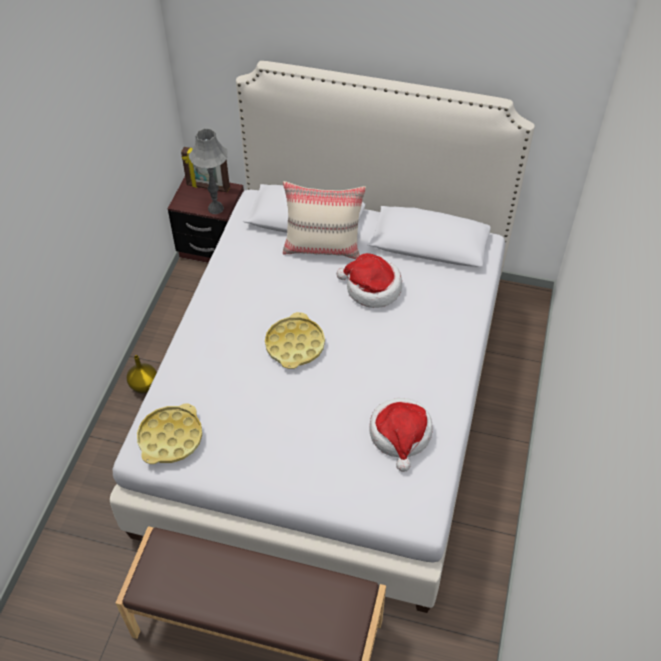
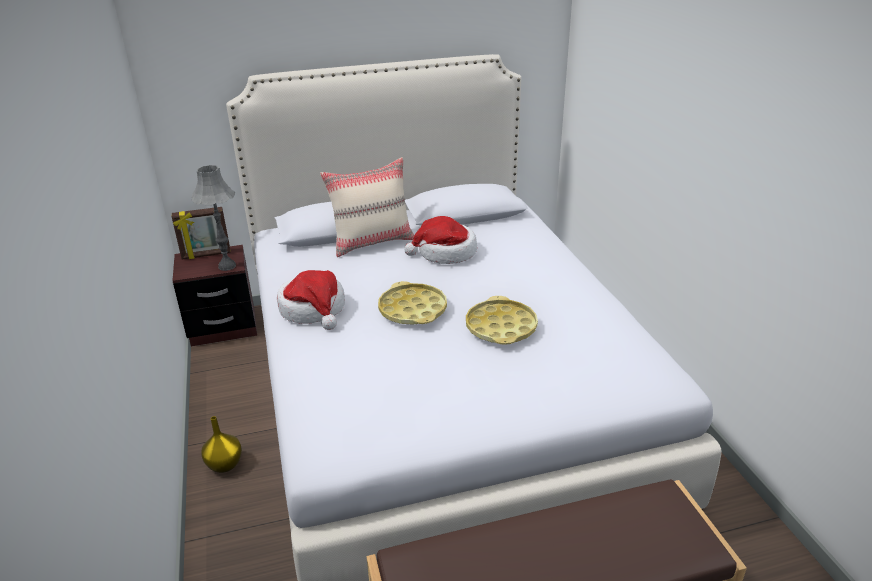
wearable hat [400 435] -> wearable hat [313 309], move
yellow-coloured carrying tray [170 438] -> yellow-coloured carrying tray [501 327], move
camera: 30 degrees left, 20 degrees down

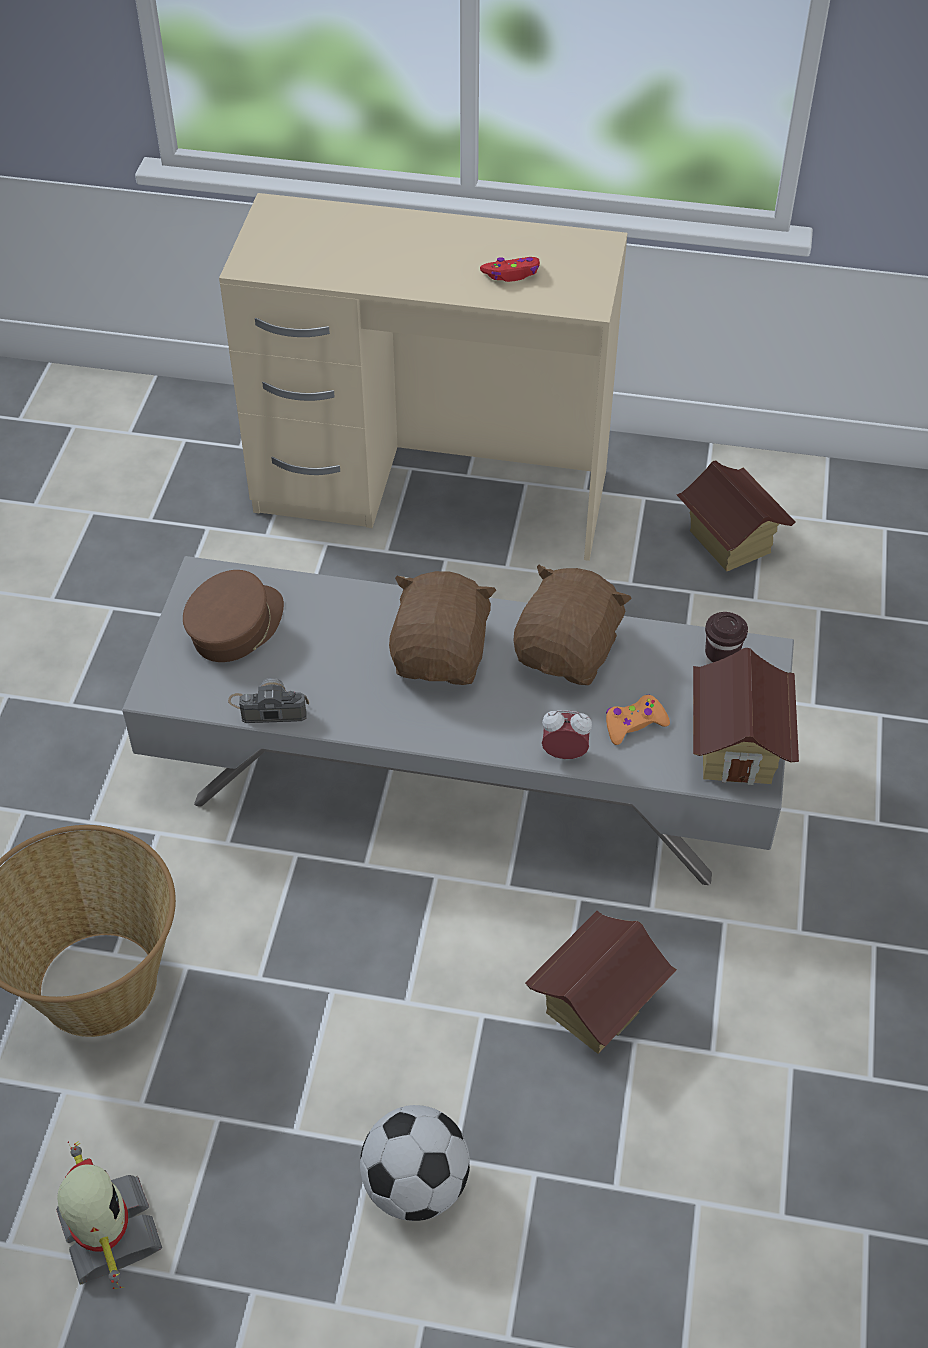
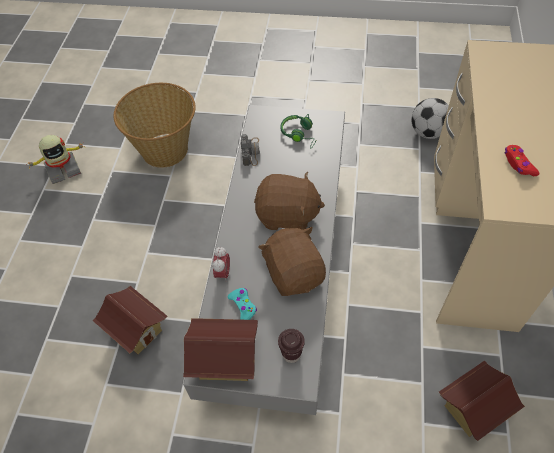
orangey gamepad [634 724] -> blue-green gamepad [243 306]
brown-coloured soft toy [568 652] -> brown-coloured soft toy [294 273], 135 degrees counterclockwise
brown-coloured peaked cap [236 627] -> green headphones [300 134]
football ball [416 1186] -> football ball [427 132], move
camera: 90 degrees right, 5 degrees up

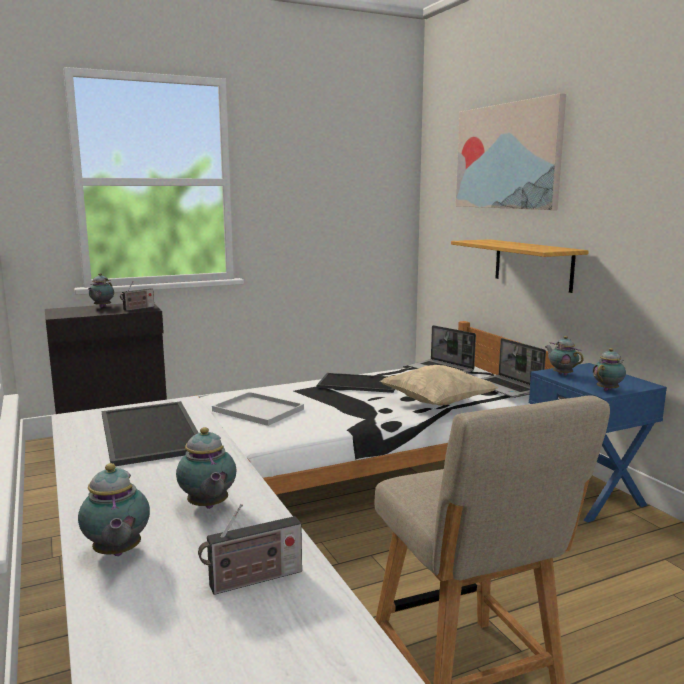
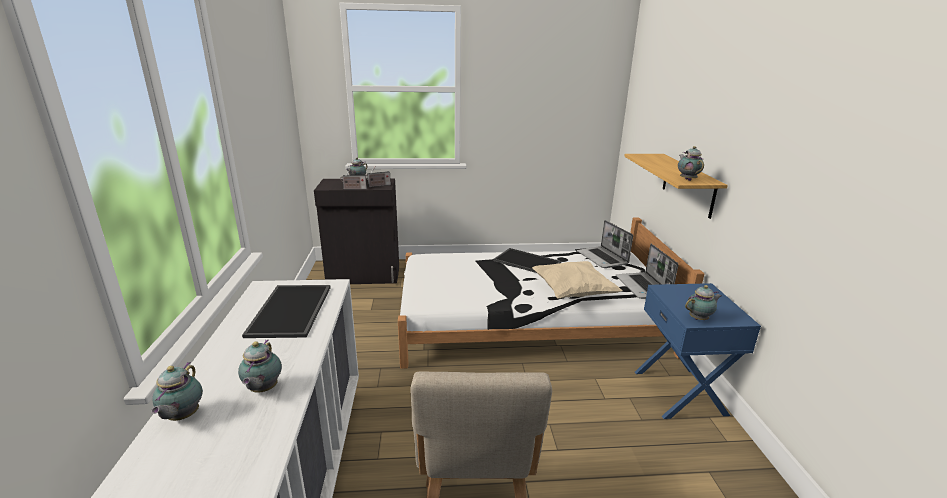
radio [252 580] -> radio [354 188], move
teapot [561 374] -> teapot [687 179], move
white carrying tray [260 410] -> none
picture [507 156] -> none
camera: 20 degrees right, 10 degrees up

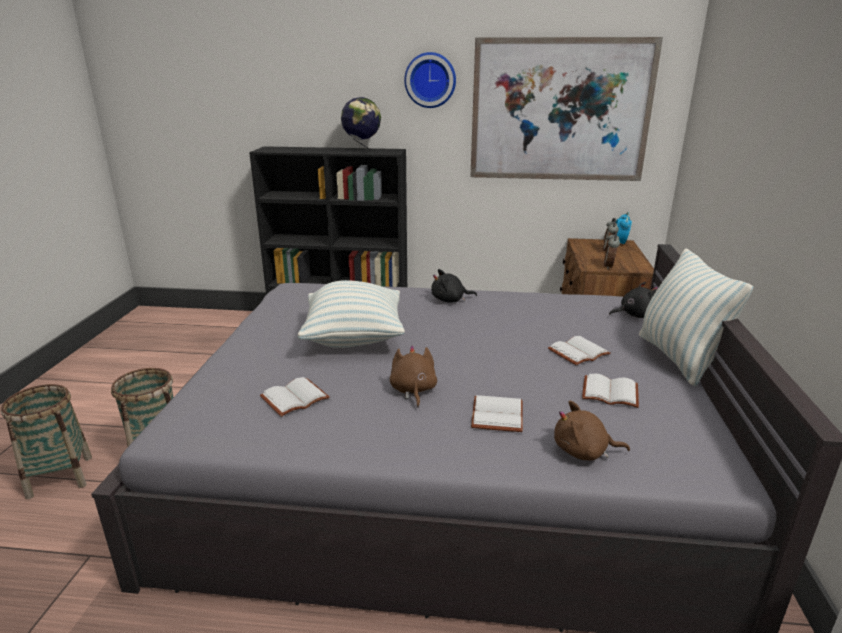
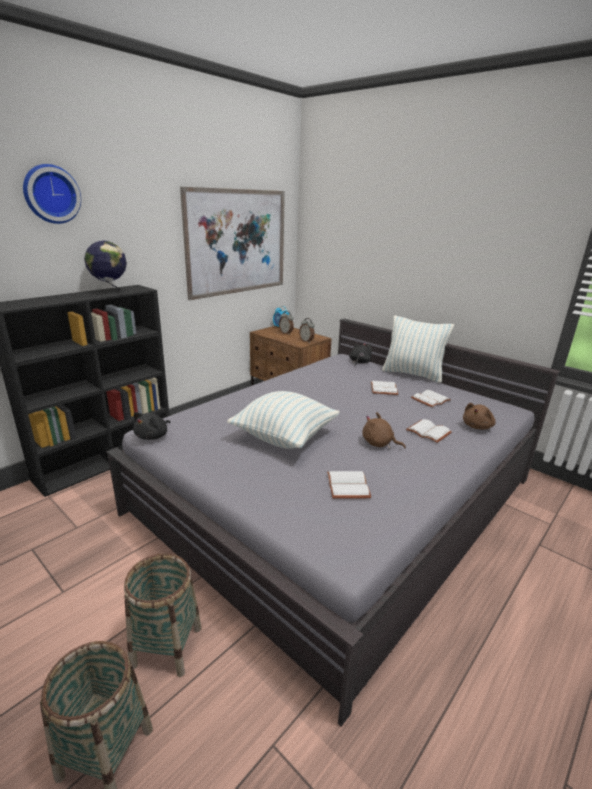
wall clock [430 80] -> wall clock [51 194], move
black soft toy [450 300] -> black soft toy [153 436], move
camera: 55 degrees left, 0 degrees up

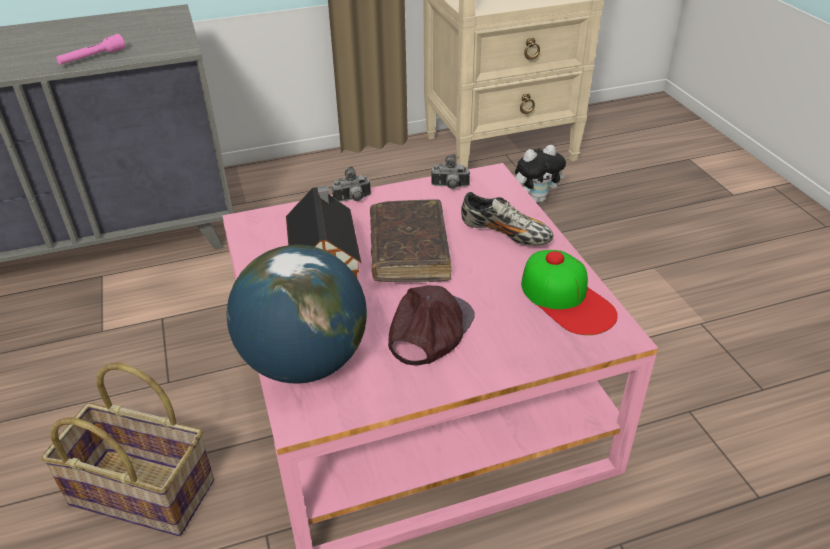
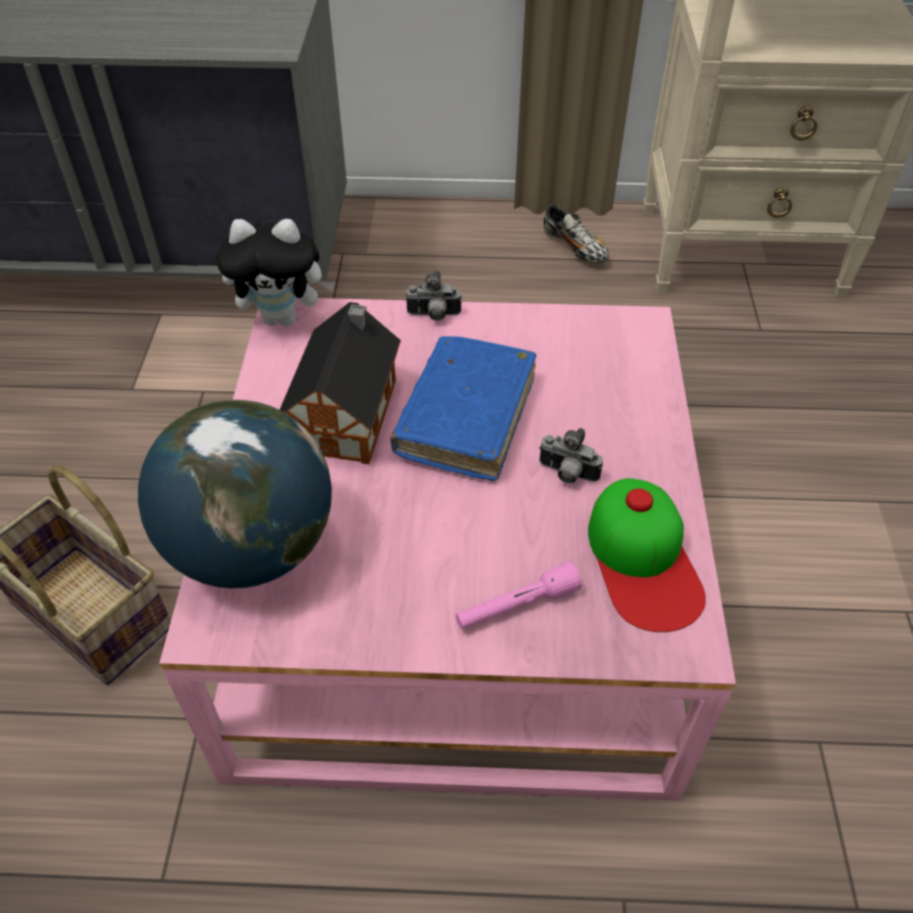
soft toy [536 199] -> soft toy [284 317], move
brown-coloured book [409 251] -> blue-coloured book [466 417]
pink-coloured hand torch [92 58] -> pink-coloured hand torch [516 606], move
still camera [450 187] -> still camera [566 474], move
low shoe [505 234] -> low shoe [575 248], move
brown-coloured peaked cap [429 330] -> none
camera: 20 degrees right, 10 degrees up

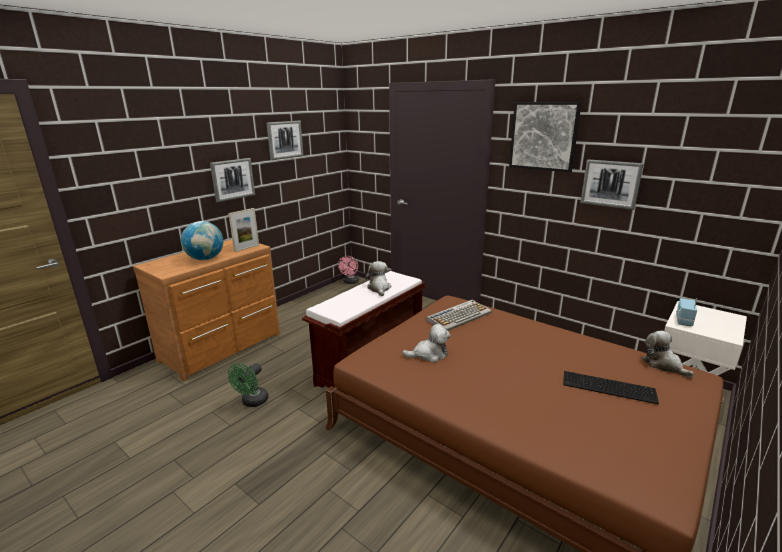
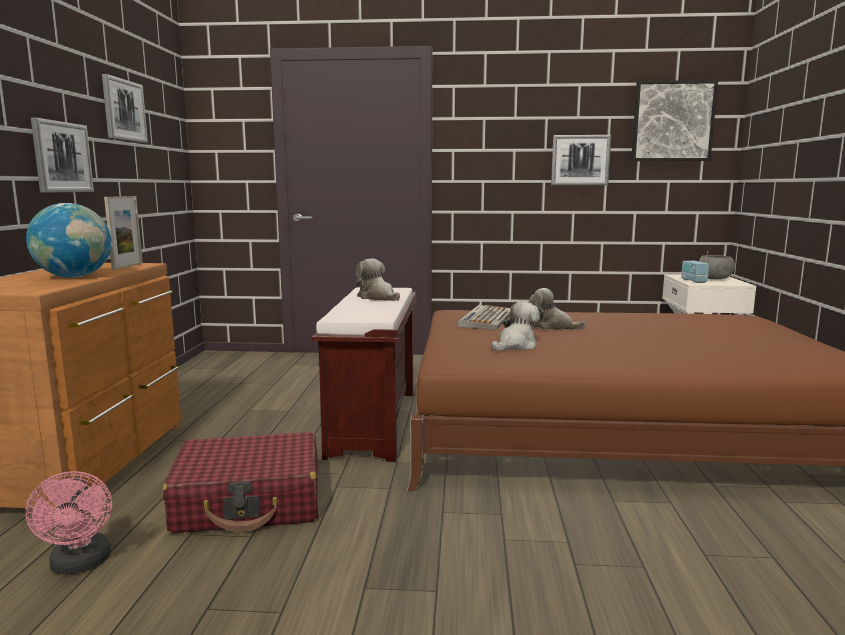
pink-coloured fan [350 282] -> pink-coloured fan [80 565], move
green fan [252 402] -> reddish piece of luggage [249 502]
soft toy [663 365] -> soft toy [552 327], move
picture [543 136] -> picture [672 121], move
none -> gray deep dish [714 279]
PC keyboard [609 388] -> none
camera: 35 degrees left, 10 degrees down

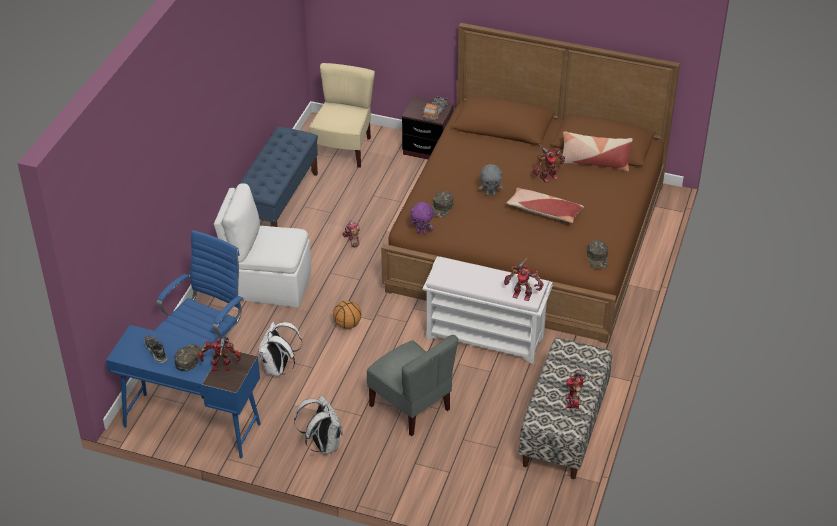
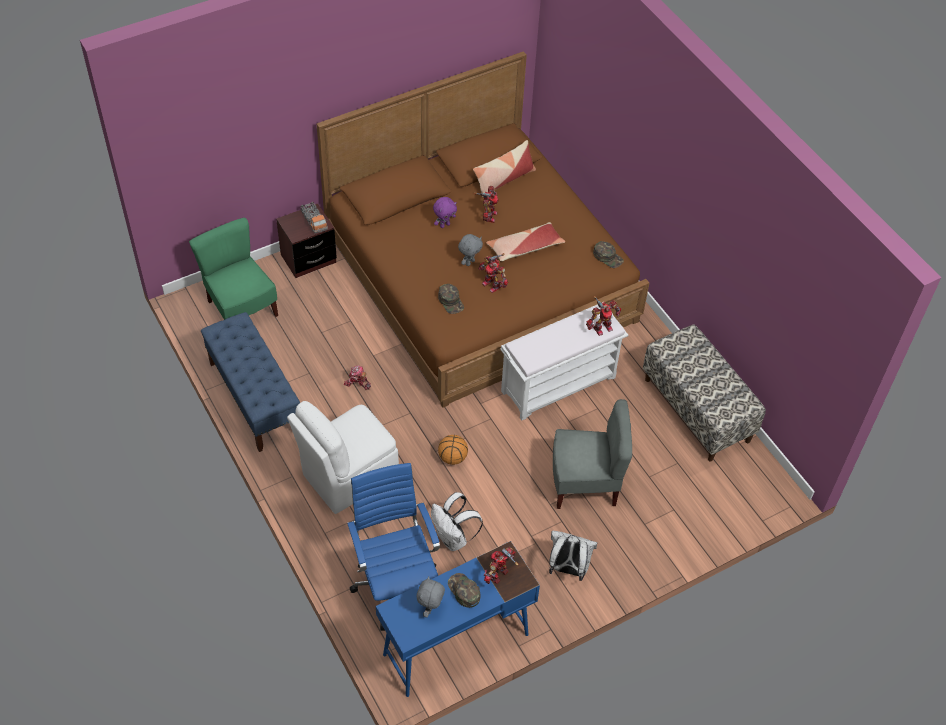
beige-coloured upright chair [343 149] -> green upright chair [241 309]
low shoe [156 351] -> gray soft toy [430 608]
purple soft toy [422 232] -> purple soft toy [444 225], move
toy robot [574 402] -> toy robot [492 284], move
camera: 50 degrees left, 10 degrees up

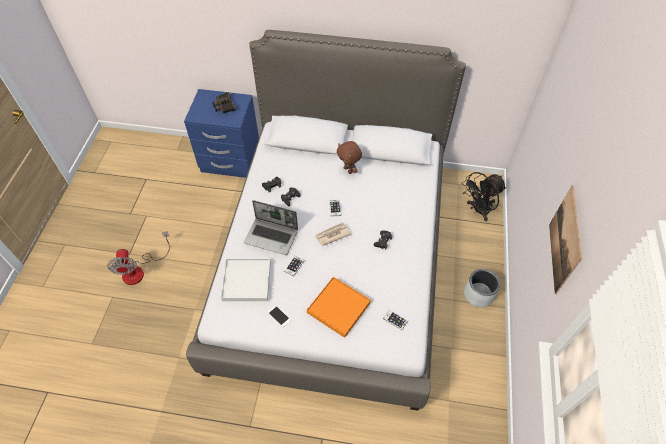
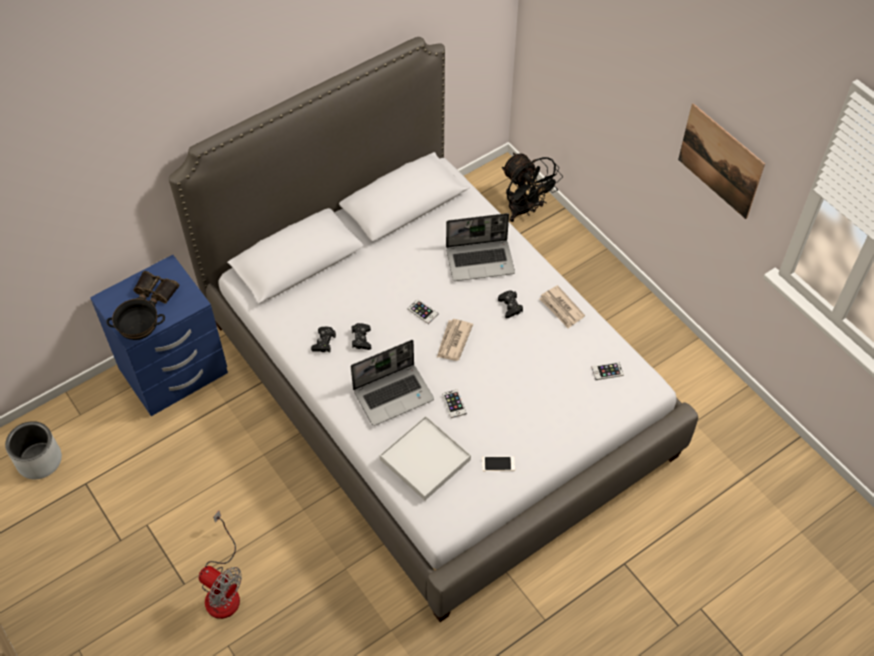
gray plant pot [478 294] -> gray plant pot [39 460], move
none -> black deep dish [140 331]
none -> laptop [481 260]
black fan [478 210] -> black fan [524 210], 45 degrees counterclockwise
none -> daily paper [561 308]
orangey carrying tray [338 308] -> none
brown-coloured soft toy [348 170] -> none
camera: 45 degrees left, 0 degrees up

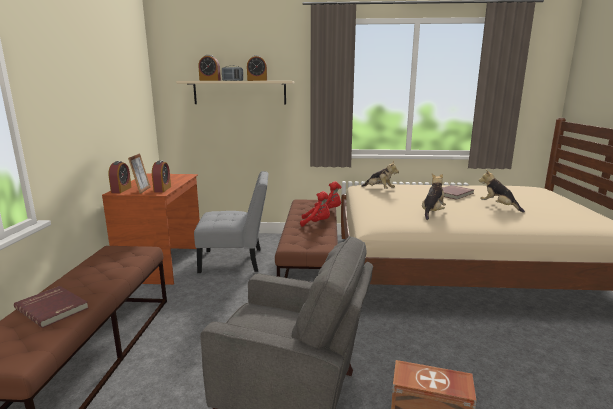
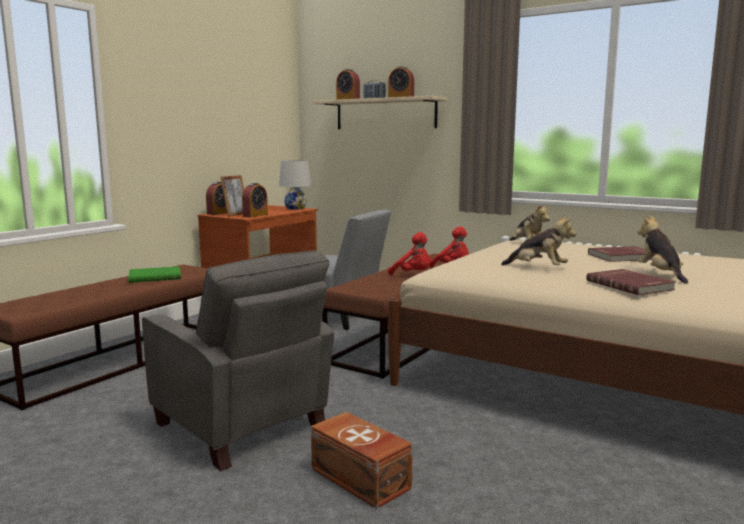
none -> green book [155 276]
none -> white tabletop lamp [295 208]
soft toy [432 212] -> soft toy [538 268], 60 degrees clockwise
reddish book [53 308] -> reddish book [630 285], move
camera: 30 degrees right, 5 degrees down

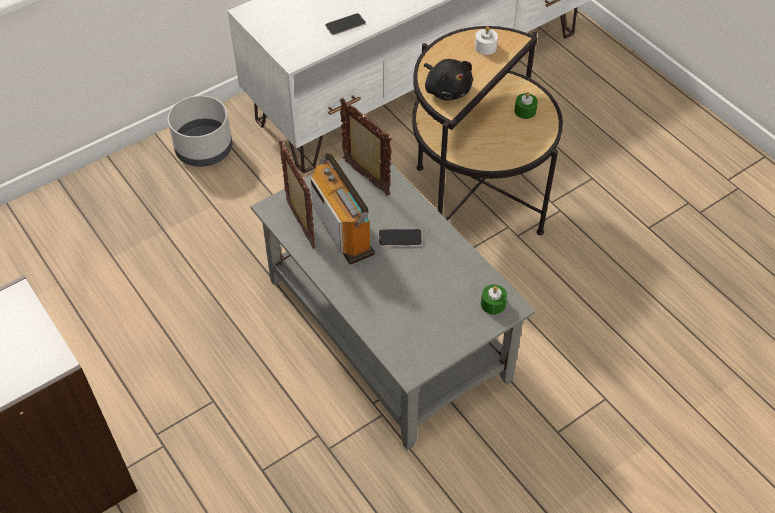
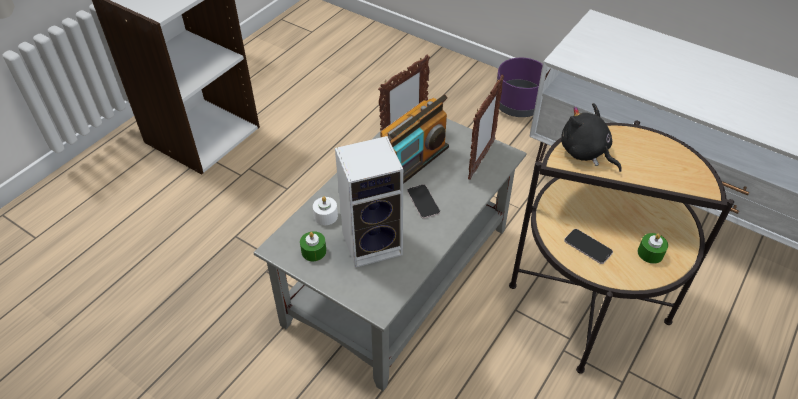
green wax light [493 304] -> green wax light [314 251], move
white wax light [485 47] -> white wax light [326 216], move
none -> audio speaker [374 242]
gray plant pot [203 149] -> purple plant pot [518 104]
black soft toy [447 90] -> black soft toy [585 152], 105 degrees clockwise
handset [345 25] -> handset [588 246], move
camera: 70 degrees right, 5 degrees down

